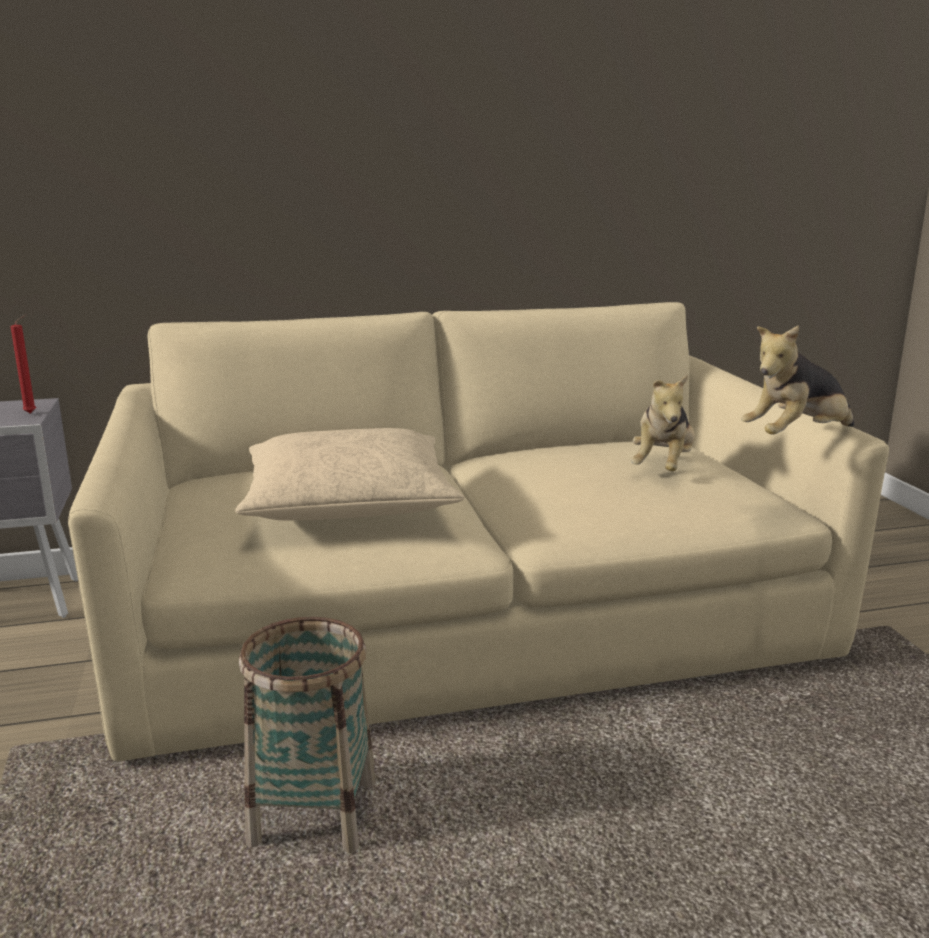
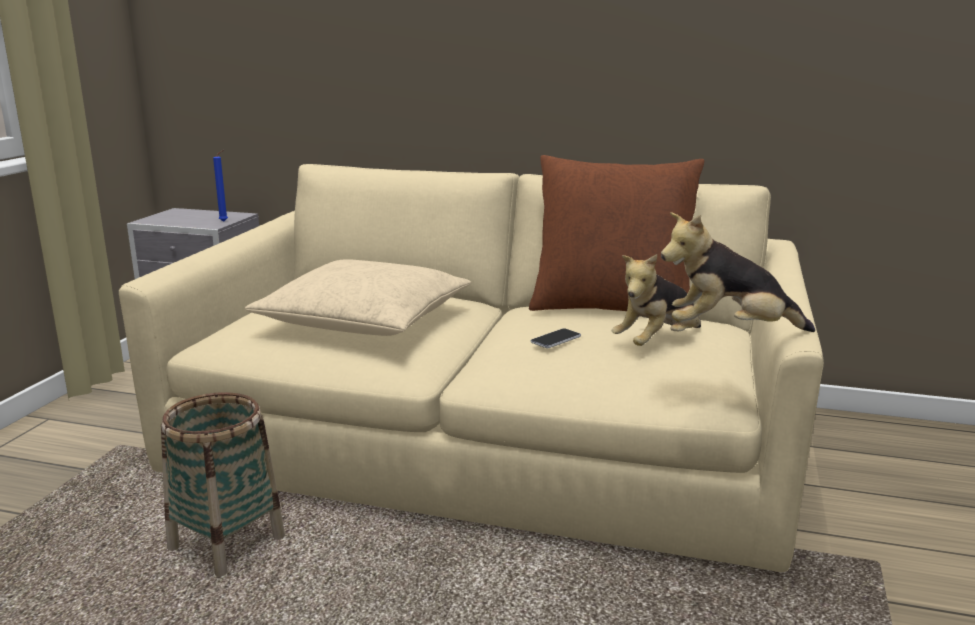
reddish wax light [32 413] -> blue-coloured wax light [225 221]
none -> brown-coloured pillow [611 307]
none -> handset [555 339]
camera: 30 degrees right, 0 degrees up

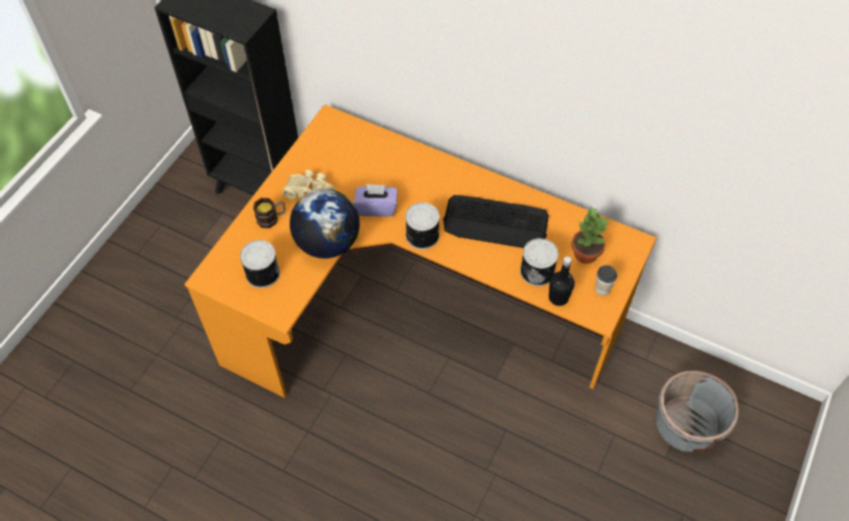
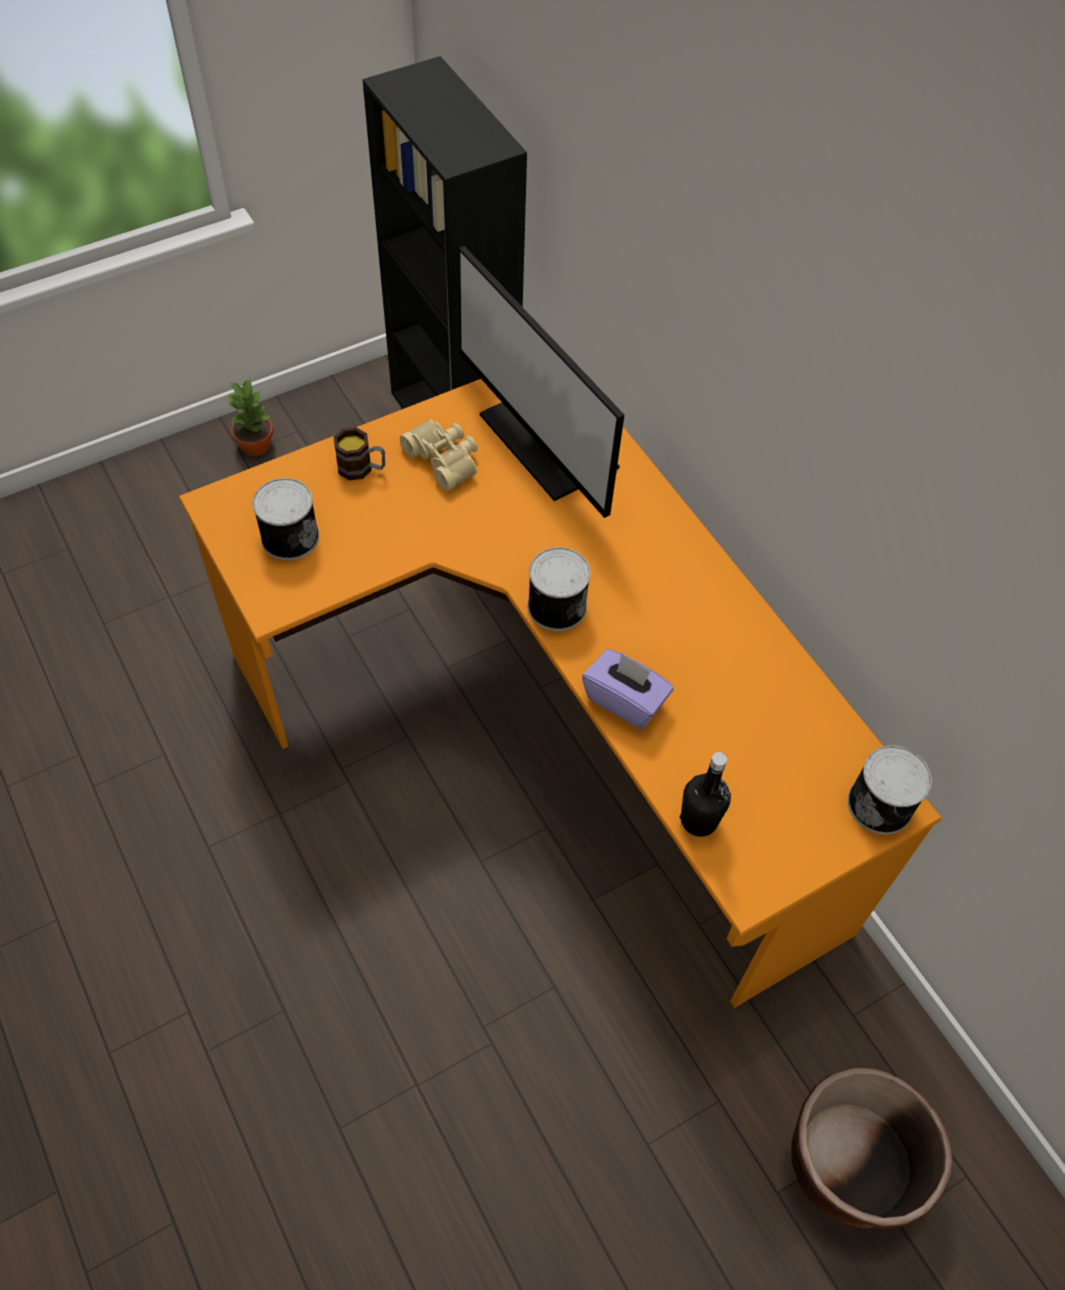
potted plant [585 253] -> potted plant [255 444], move
none -> computer screen [546 442]
purple box of tissues [376 208] -> purple box of tissues [625 700], move
gray plant pot [687 425] -> brown-coloured plant pot [849 1164]
metal can [537 271] -> metal can [881 804], move
world globe [327 243] -> none
PC keyboard [496 222] -> none
small cup [602 288] -> none
camera: 30 degrees right, 0 degrees up

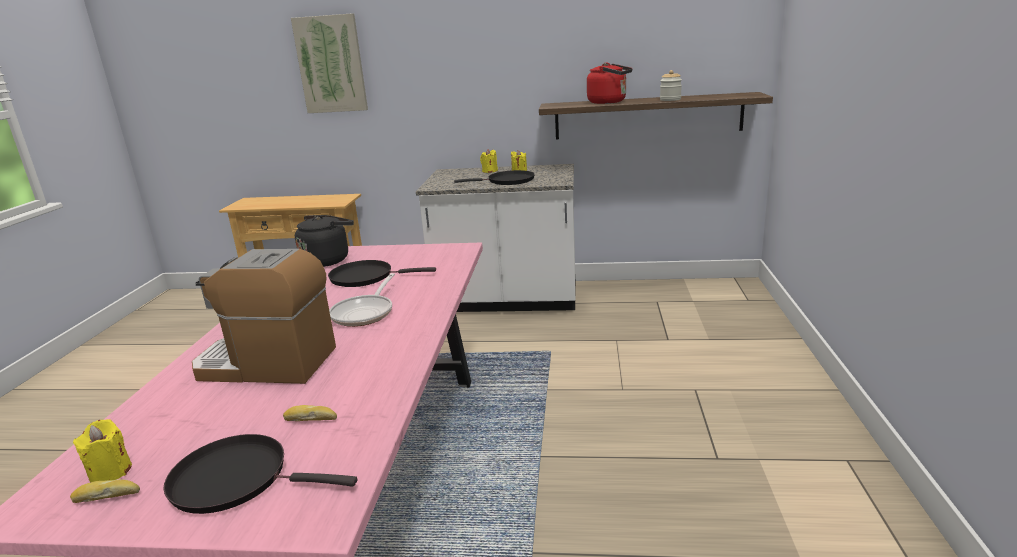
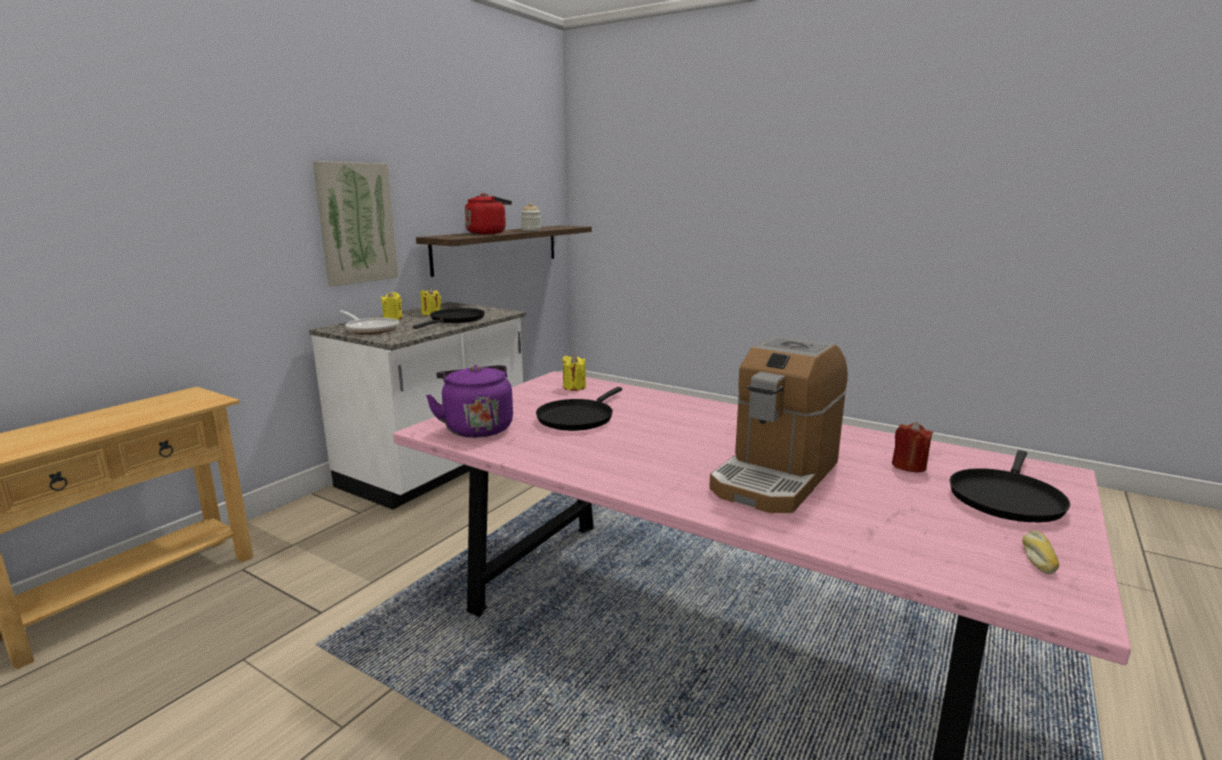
picture [331 64] -> picture [356 223], move
frying pan [365 313] -> frying pan [370 329], move
black kettle [327 260] -> purple kettle [477 428]
yellow-coloured wax light [110 472] -> yellow-coloured wax light [574 387], move
bakery bread [311 419] -> reddish wax light [909 466]
camera: 65 degrees left, 5 degrees down

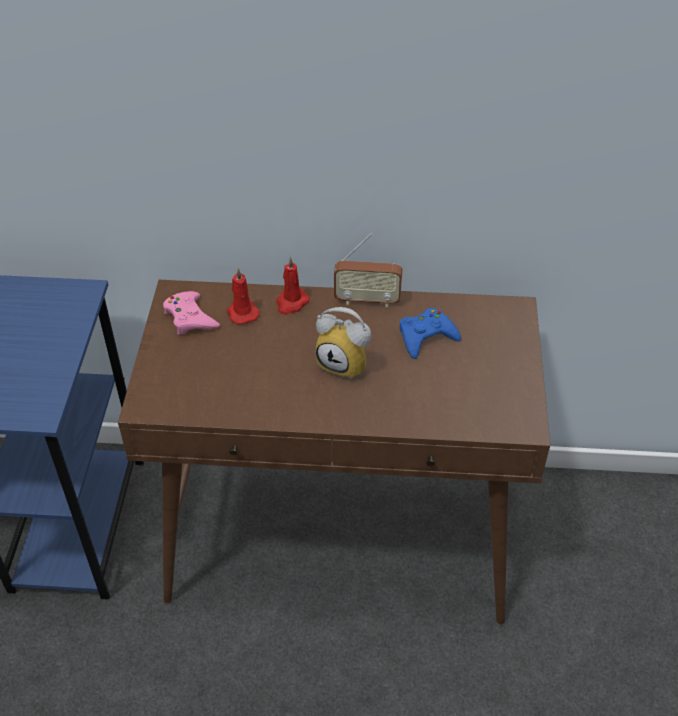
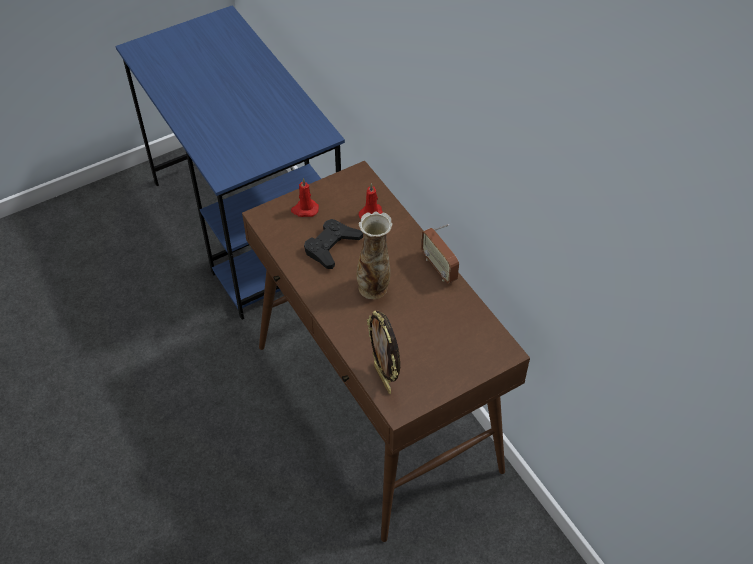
reddish wax light [291 303] -> reddish wax light [304 209], move
none -> black gamepad [331 246]
alarm clock [346 363] -> decorative vase [374 288]
none -> photo frame [384 378]
pink-coloured gamepad [190 318] -> none
blue-coloured gamepad [426 337] -> none
camera: 55 degrees right, 5 degrees up

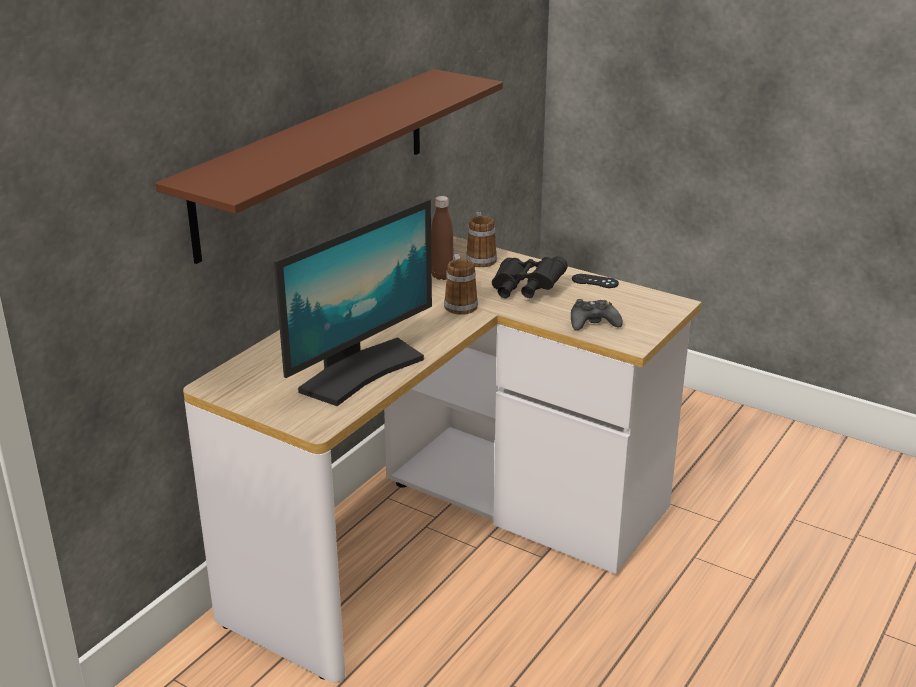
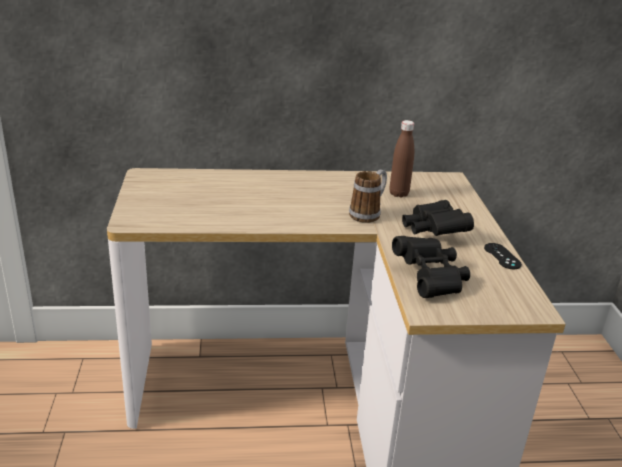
black gamepad [593 323] -> black pair of binoculars [430 279]
brown-coloured bracket shelf [315 160] -> none
computer screen [360 371] -> none
coffee mug [480 258] -> none
camera: 50 degrees right, 0 degrees up

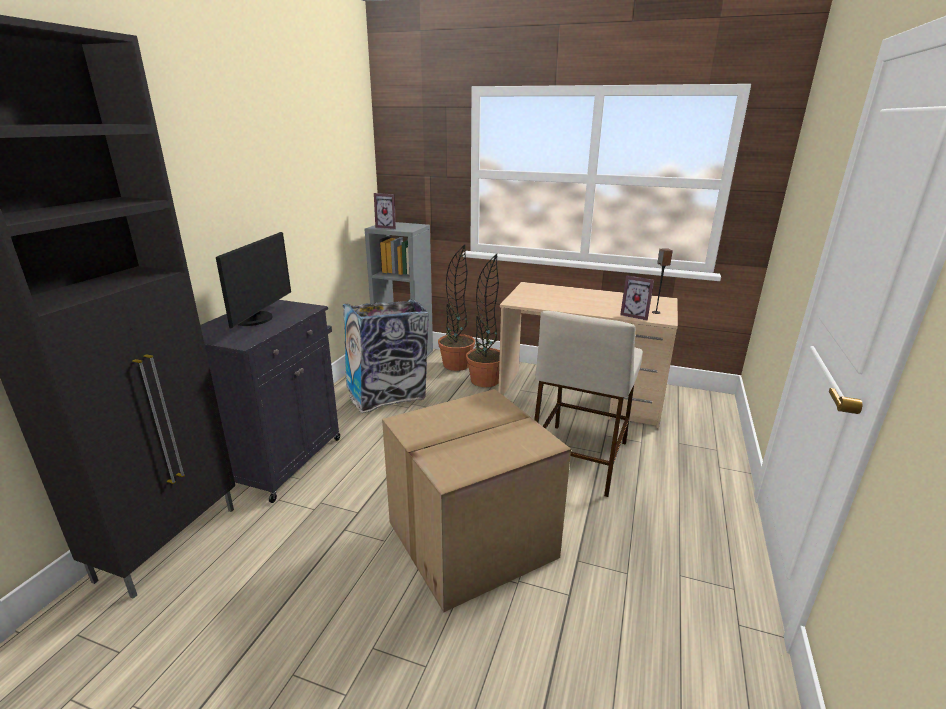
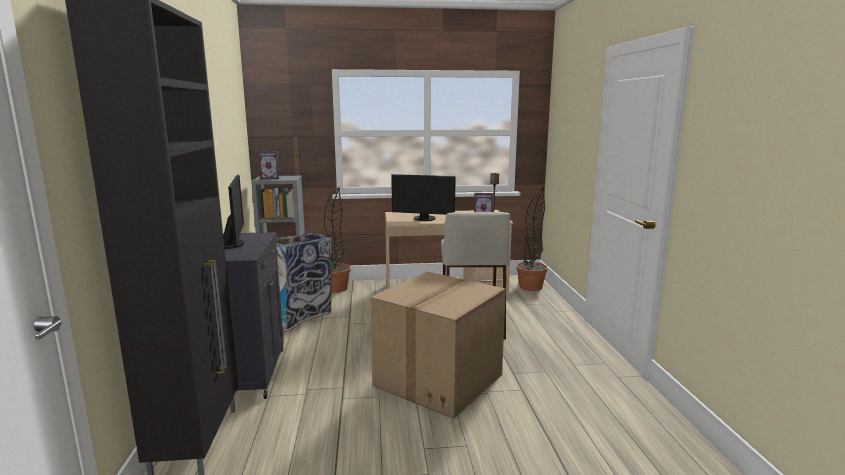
none -> computer screen [424 219]
potted plant [485 381] -> potted plant [530 287], move
camera: 25 degrees left, 10 degrees down

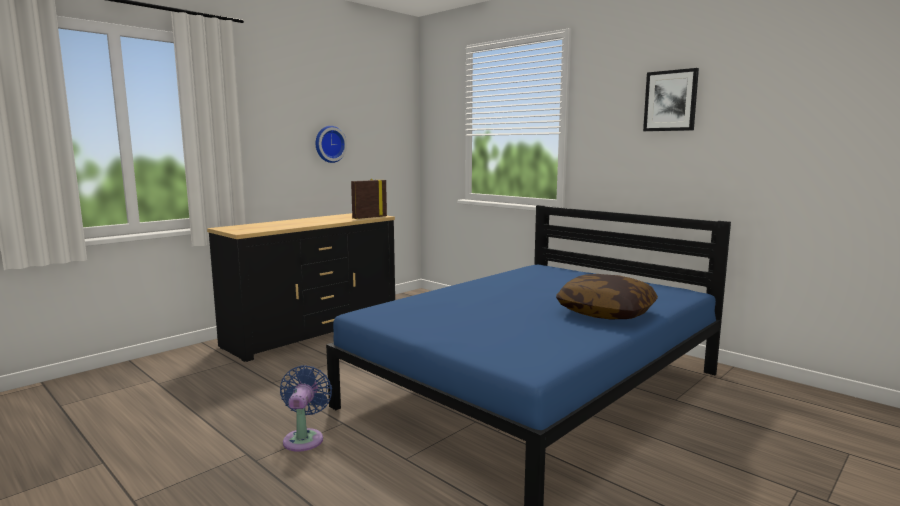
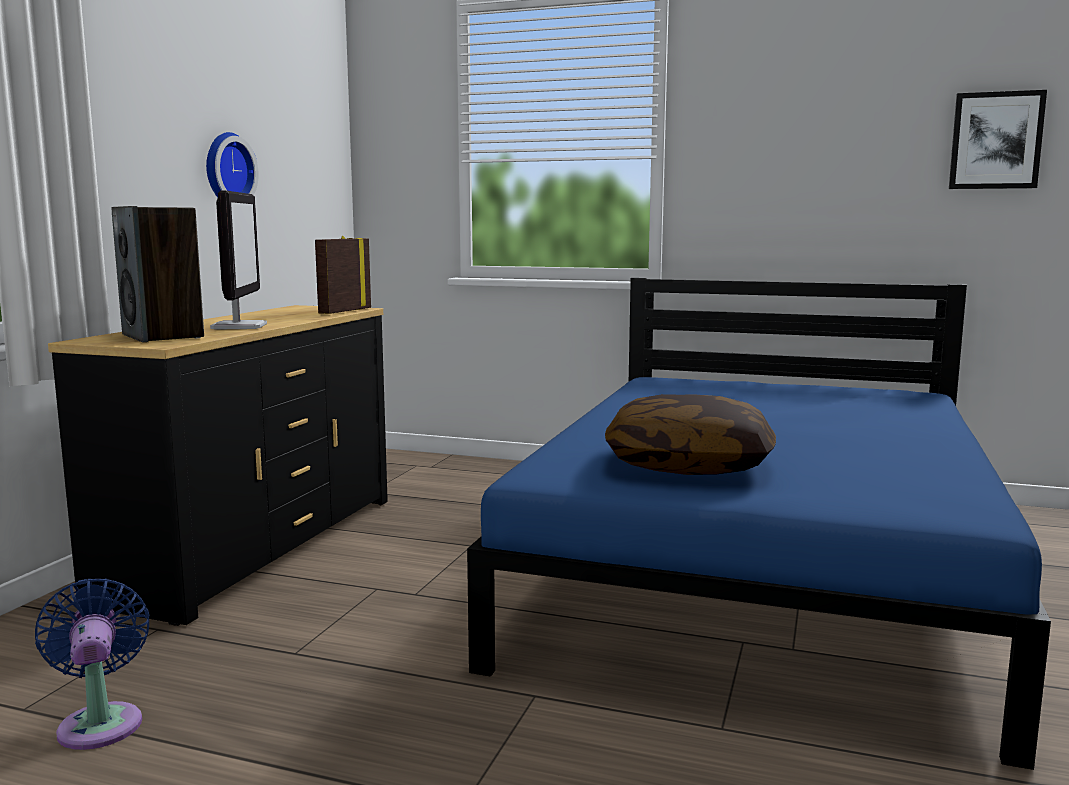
blue-coloured fan [304 438] -> blue-coloured fan [100 722], move
none -> audio speaker [163 336]
none -> computer screen [239 326]
pillow [605 313] -> pillow [688 465], move
picture [670 101] -> picture [996 141], move
camera: 25 degrees left, 0 degrees up

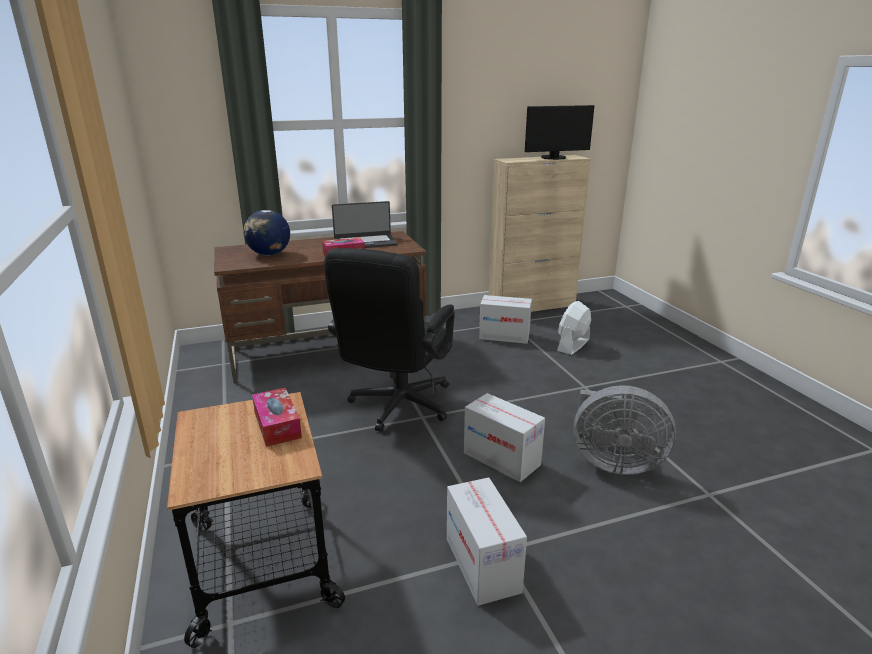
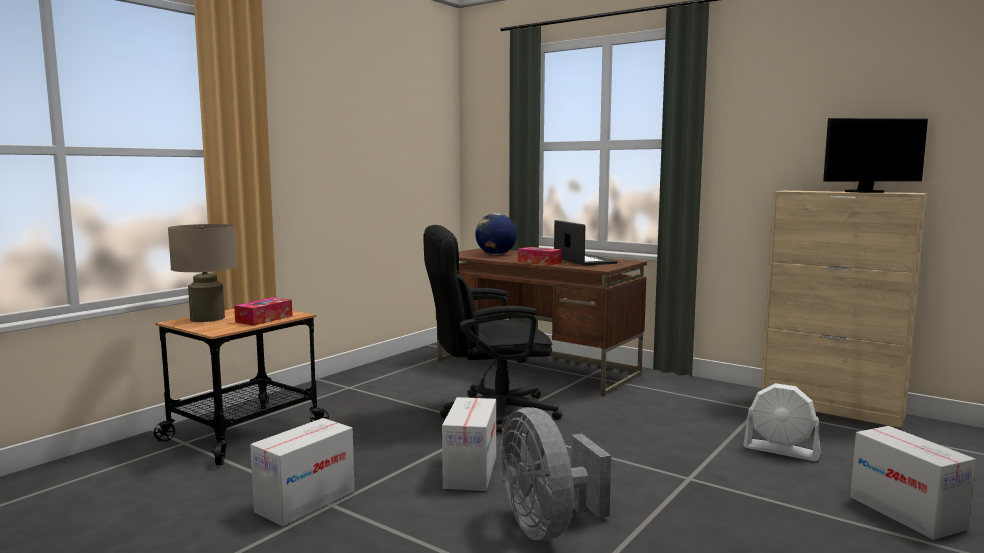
none -> beige-coloured tabletop lamp [207 318]
laptop [365 242] -> laptop [583 260], 150 degrees counterclockwise
white fan [573 345] -> white fan [781 450], 150 degrees counterclockwise
computer screen [554 158] -> computer screen [867 192], 45 degrees counterclockwise
carton [504 336] -> carton [906 513], move
camera: 55 degrees right, 15 degrees down

